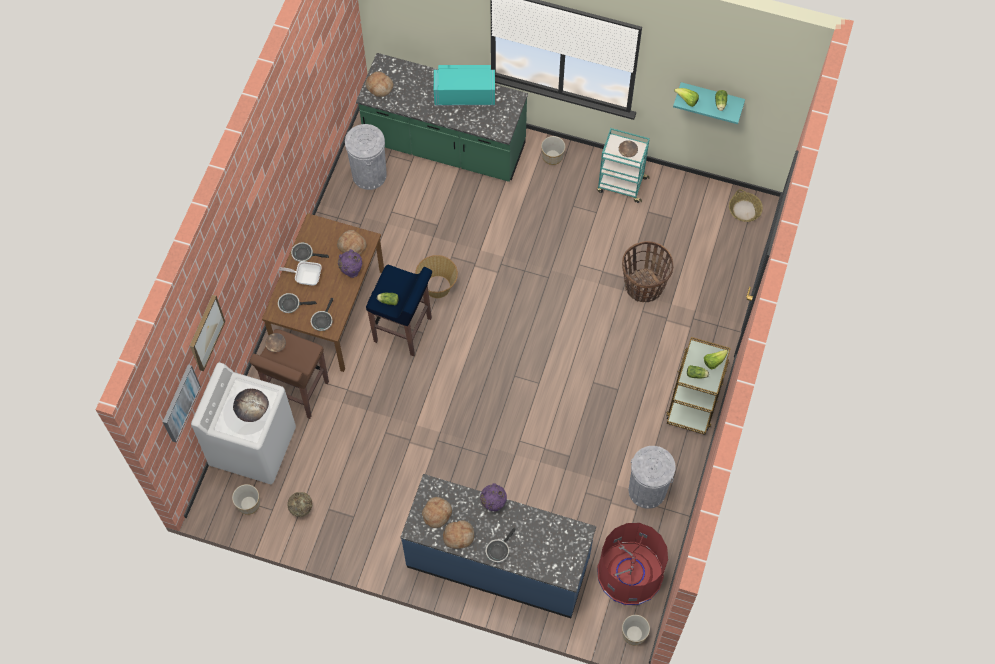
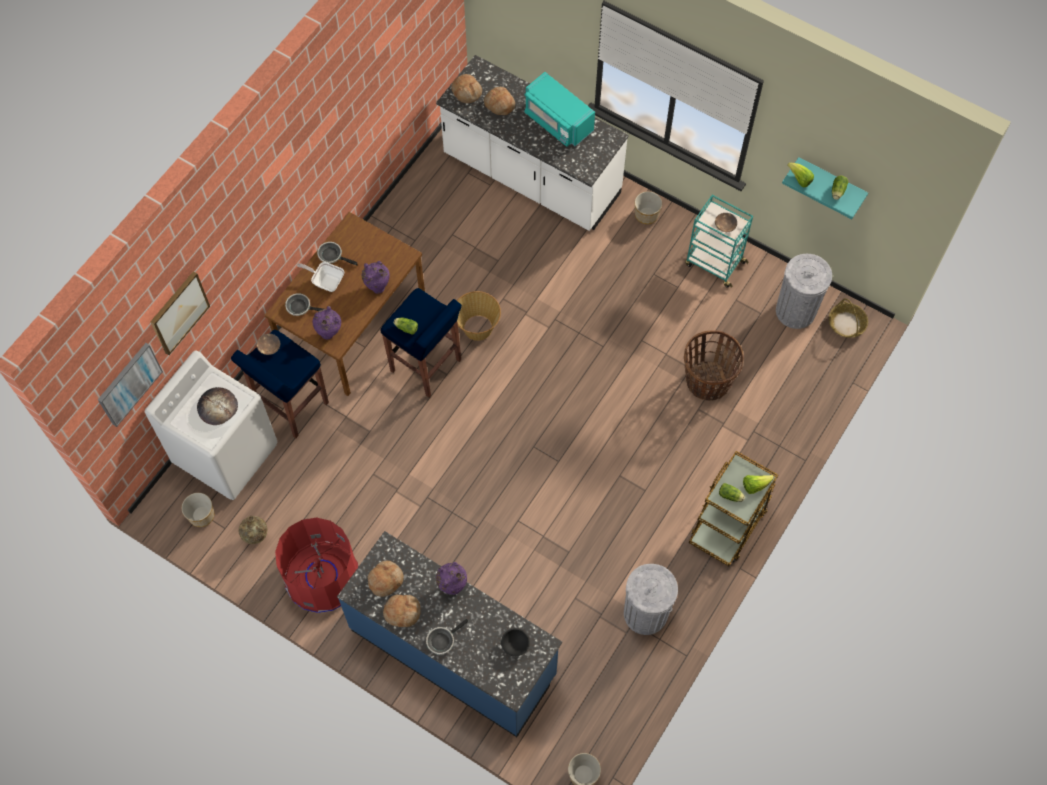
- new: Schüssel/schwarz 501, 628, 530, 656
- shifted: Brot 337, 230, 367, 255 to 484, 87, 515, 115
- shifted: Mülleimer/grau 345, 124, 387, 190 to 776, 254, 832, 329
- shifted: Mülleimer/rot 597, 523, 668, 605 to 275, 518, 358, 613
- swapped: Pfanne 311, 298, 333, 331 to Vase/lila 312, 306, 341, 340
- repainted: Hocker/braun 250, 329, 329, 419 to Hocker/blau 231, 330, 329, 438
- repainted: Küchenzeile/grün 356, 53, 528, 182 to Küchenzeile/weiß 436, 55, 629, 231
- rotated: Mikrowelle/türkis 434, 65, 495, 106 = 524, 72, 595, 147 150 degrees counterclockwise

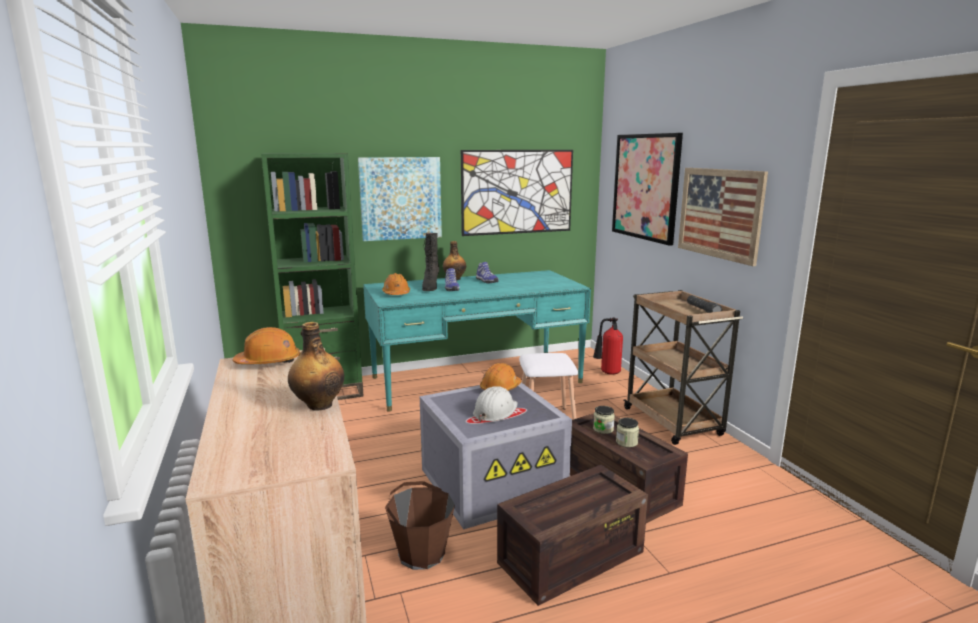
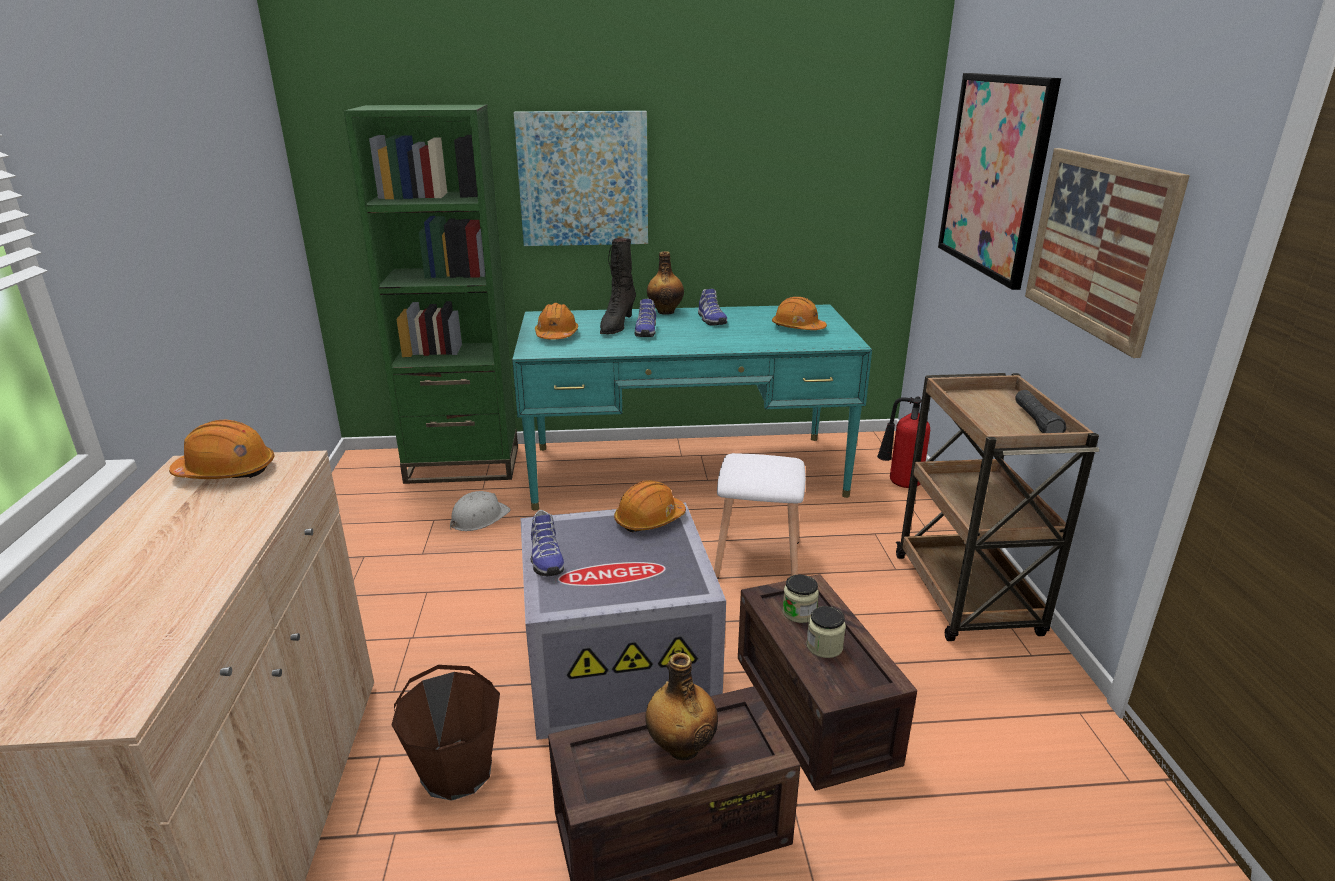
- gone: Bild 461, 150, 573, 236
- new: Schuh 531, 510, 564, 576
- new: Schutzhelm/orange 772, 297, 827, 330
- shifted: Flasche 288, 322, 344, 411 to 645, 653, 718, 760
- shifted: Schutzhelm/weiß 473, 386, 518, 422 to 450, 491, 510, 531

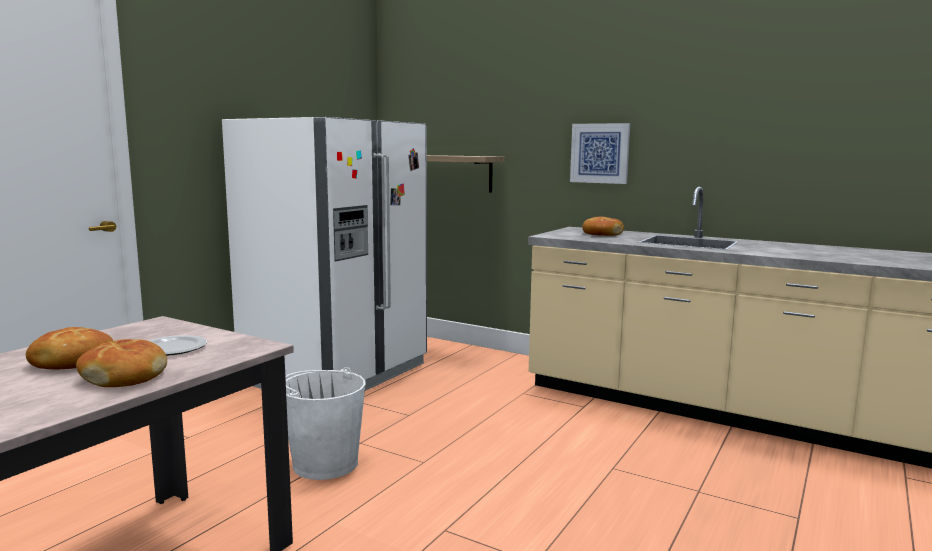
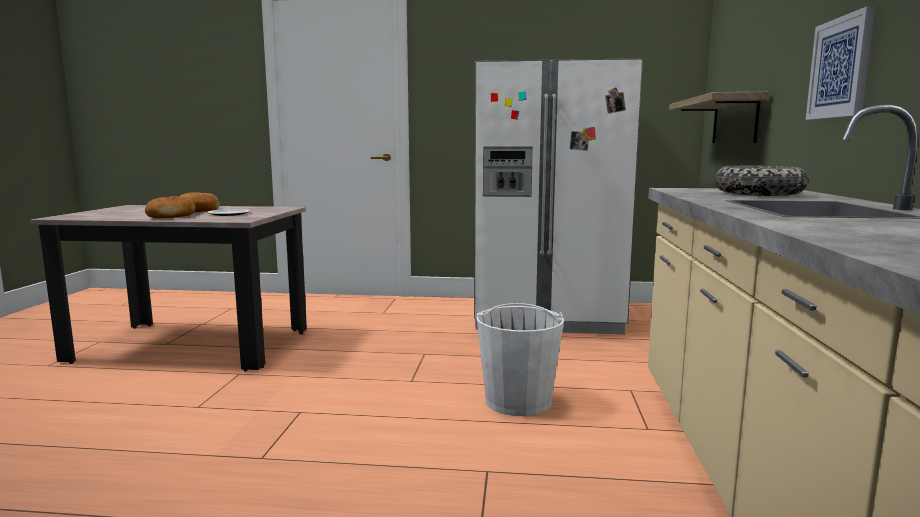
- shifted: Eimer/weiß 285, 367, 365, 480 to 476, 303, 564, 416
- swapped: Brot 582, 217, 624, 236 to Schüssel 715, 165, 808, 196

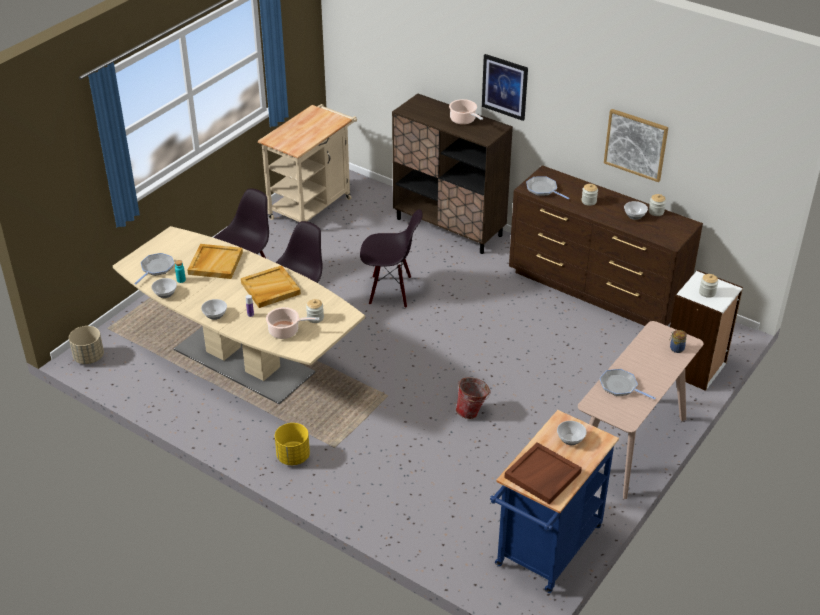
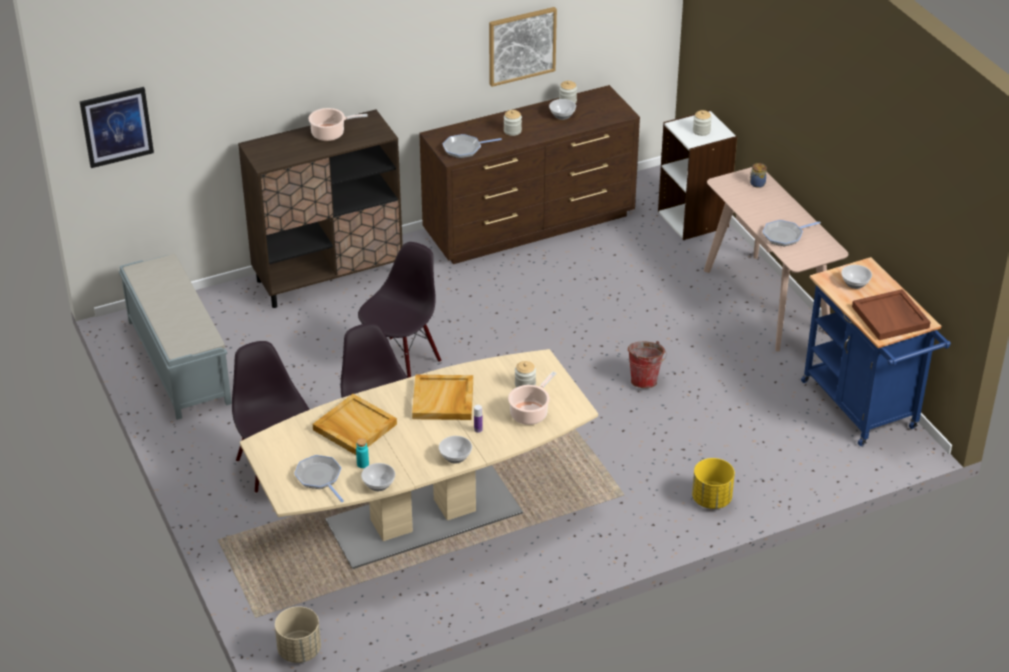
- shifted: Pflanzkübel/gelb 275, 423, 310, 465 to 692, 458, 735, 509
- shifted: Bild 482, 54, 528, 121 to 80, 87, 154, 168
- swapped: Rollwagen/beige 258, 104, 357, 222 to Bank/grau 119, 254, 232, 420

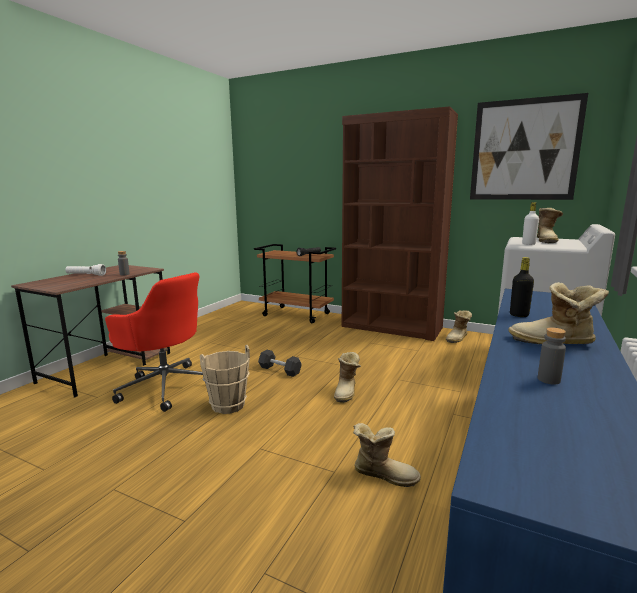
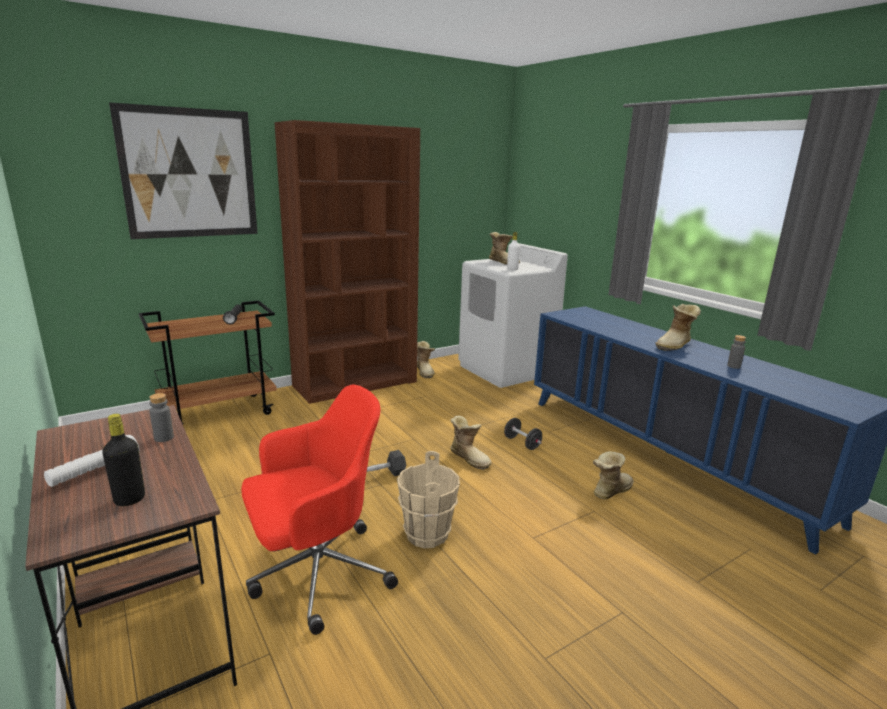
- new: Hantel/schwarz 504, 418, 542, 450
- shifted: Bild 470, 93, 588, 200 to 109, 102, 258, 239
- shifted: Flasche/schwarz 510, 257, 534, 317 to 102, 414, 145, 506

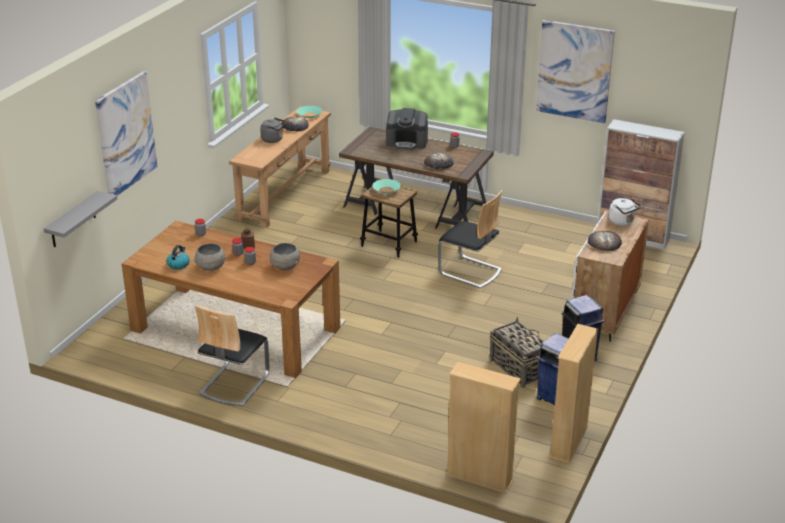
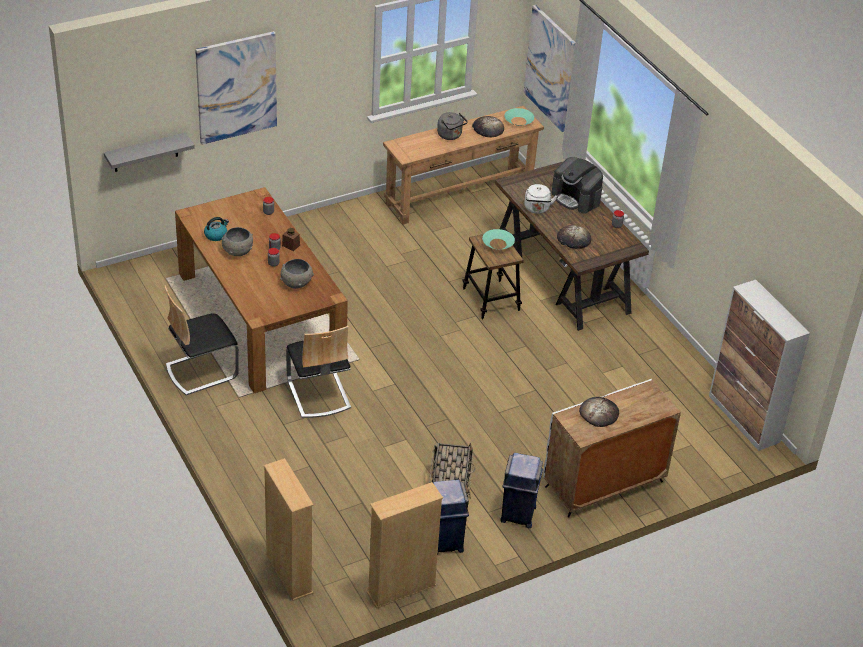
- shifted: Stuhl 438, 190, 502, 288 to 286, 326, 351, 418
- shifted: Bild 536, 20, 615, 123 to 524, 5, 575, 132
- shifted: Wasserkessel/weiß 609, 198, 641, 226 to 524, 184, 557, 214

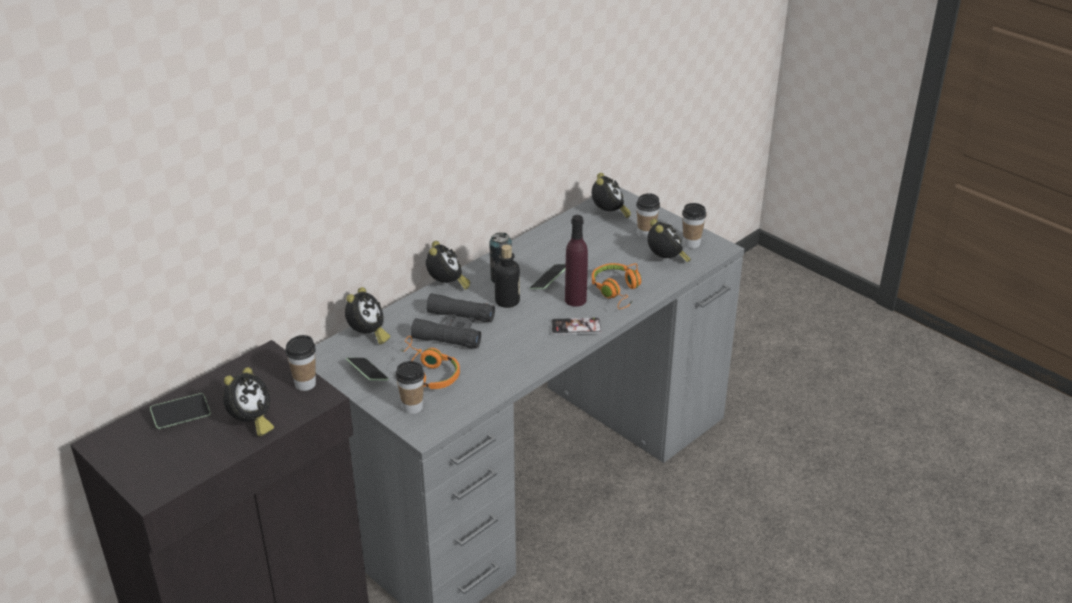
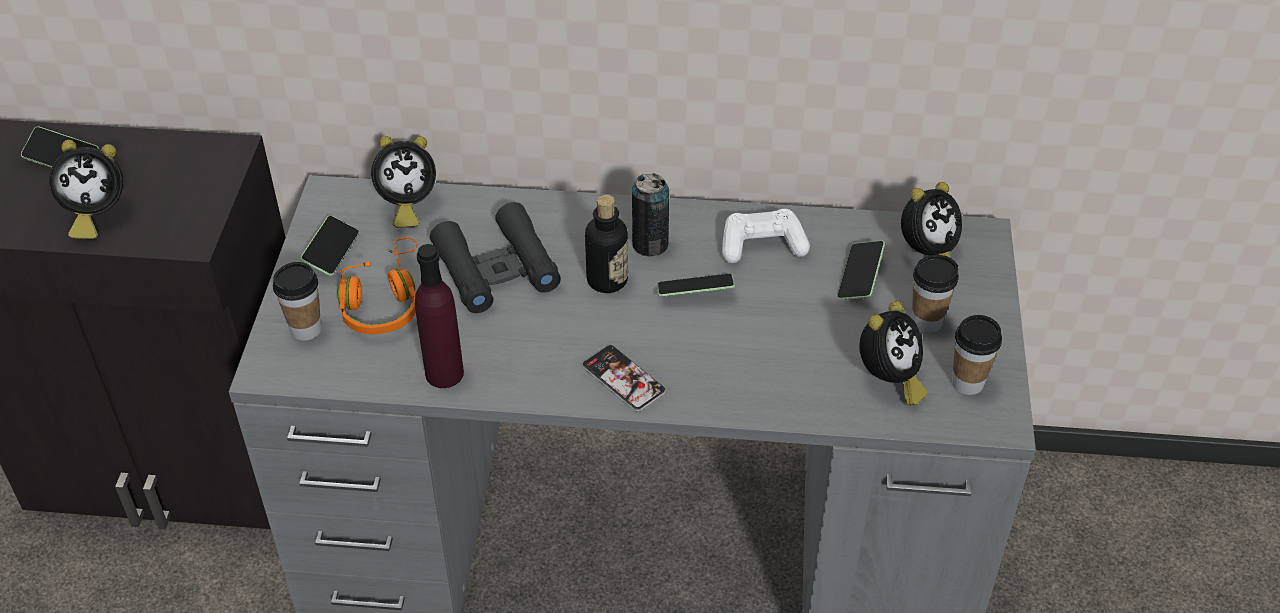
- gone: Tasse 285, 335, 316, 391
- gone: Wecker 426, 241, 470, 290
- gone: Kopfhörer/orange 592, 263, 642, 309
- new: Gamepad/weiß 722, 209, 810, 263
- new: Handy 837, 241, 885, 300
- shifted: Flasche/lila 565, 215, 588, 307 to 415, 244, 464, 388

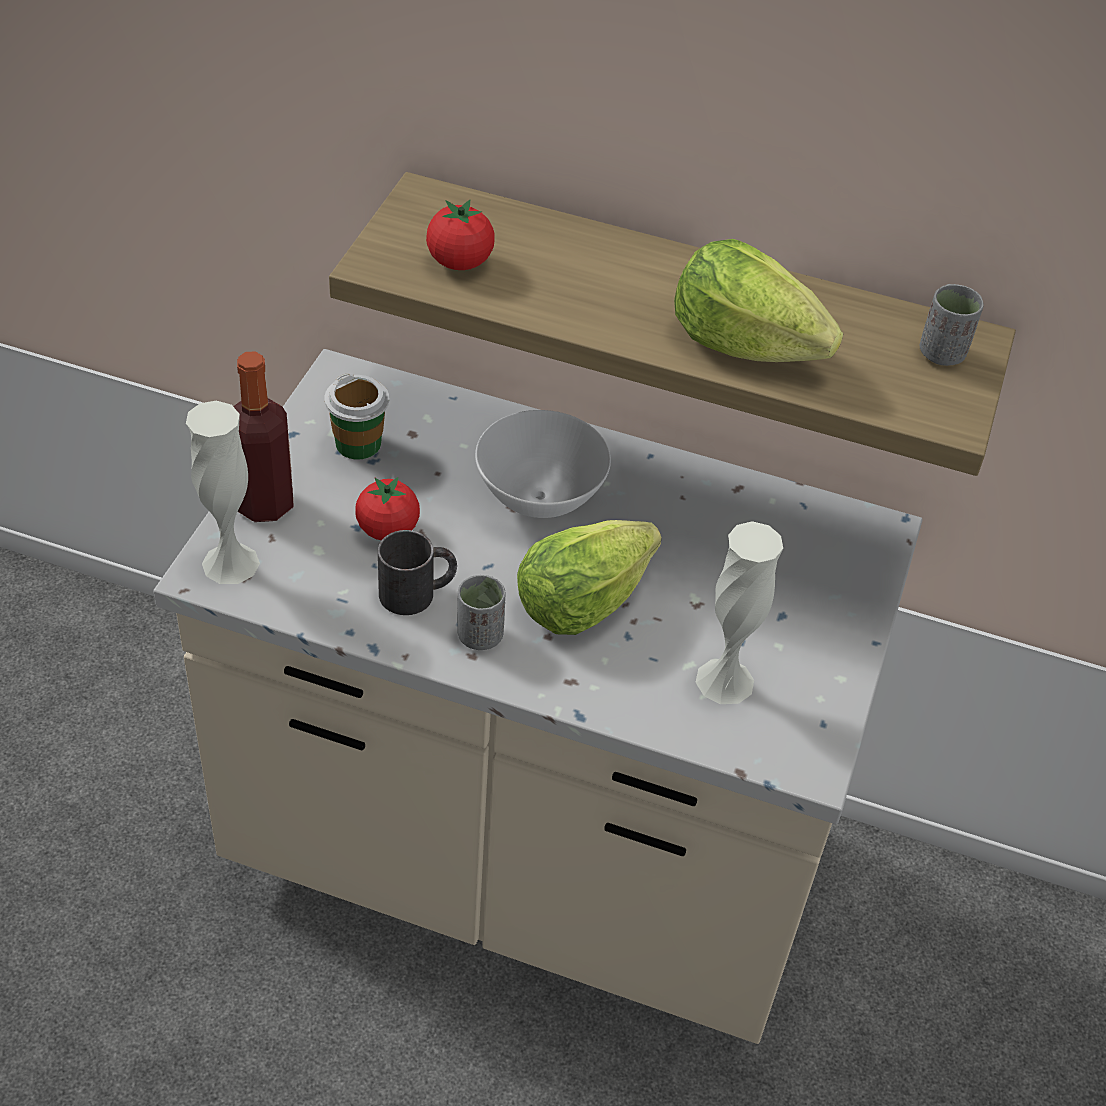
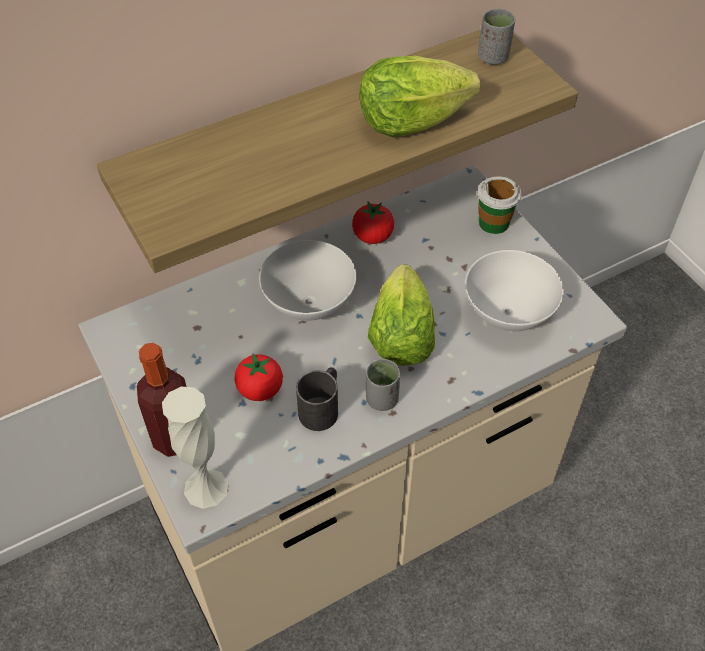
- shifted: Tasse 325, 373, 389, 460 to 477, 176, 522, 234
- shifted: Tomate 426, 200, 495, 270 to 352, 201, 394, 244
- swapped: Vase/weiß 695, 521, 783, 704 to Schüssel/weiß 465, 250, 564, 331

